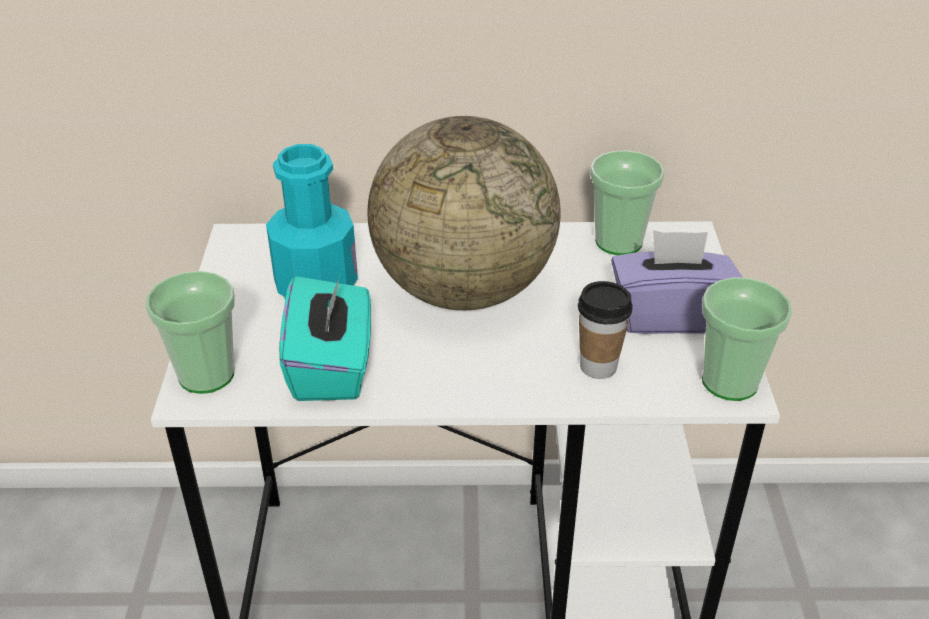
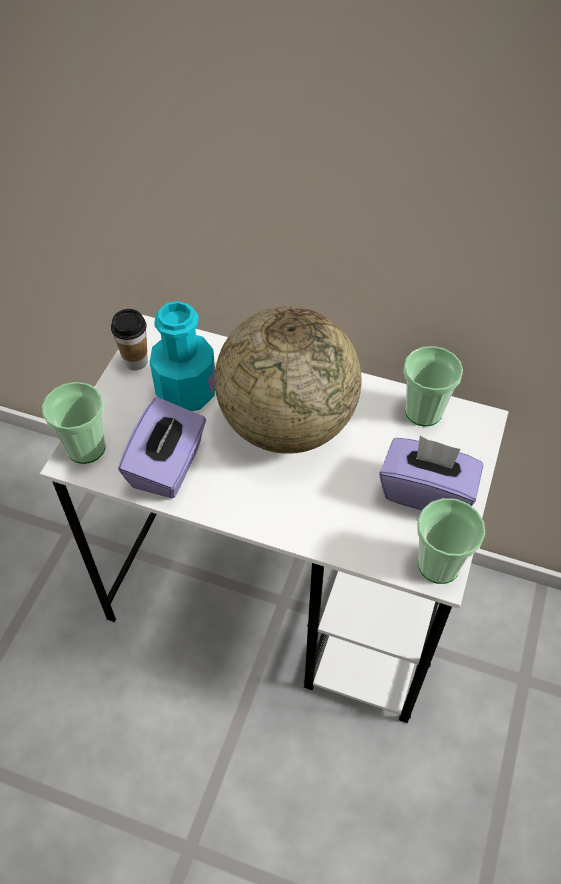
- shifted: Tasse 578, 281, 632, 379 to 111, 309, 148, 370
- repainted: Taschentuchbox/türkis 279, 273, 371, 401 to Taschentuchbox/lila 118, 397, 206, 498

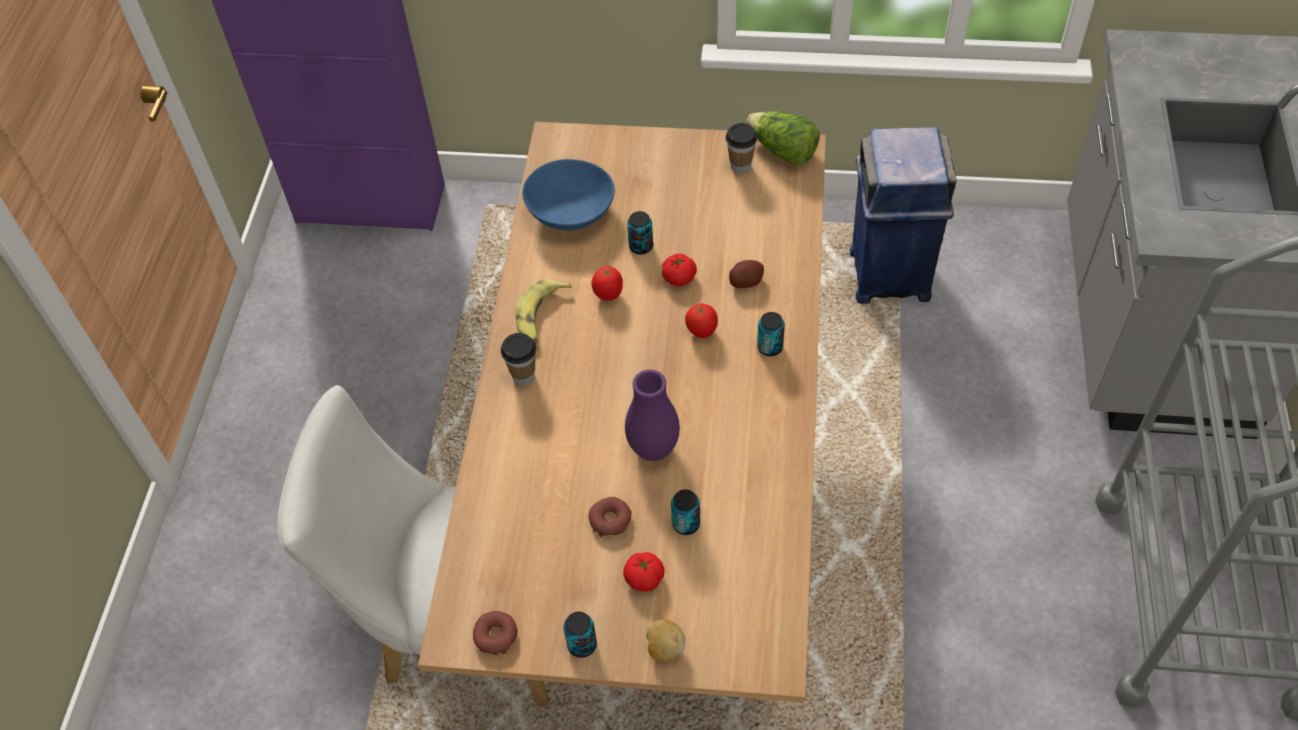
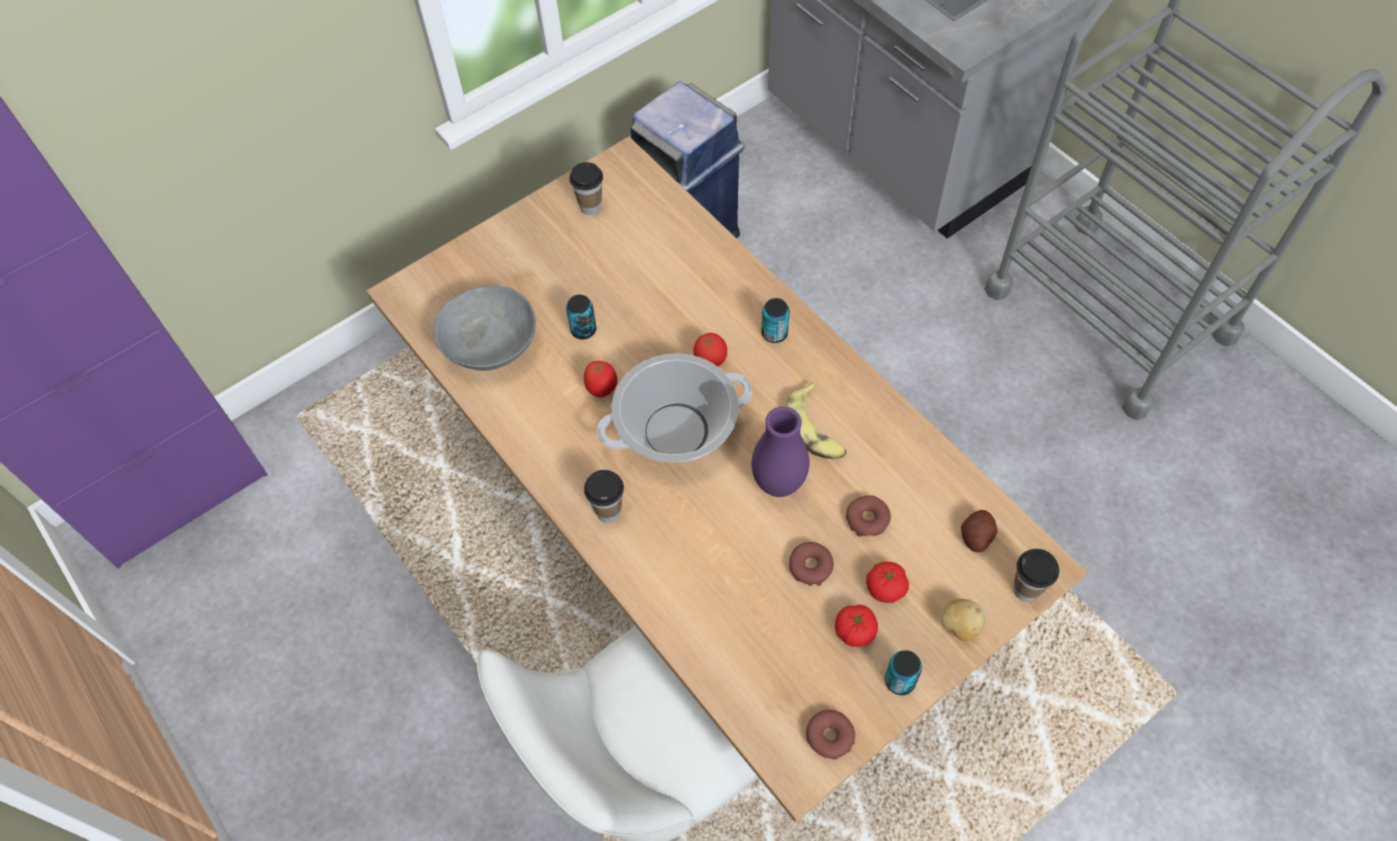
- gone: Salatkopf 747, 111, 820, 165
- new: Kochtopf 597, 353, 752, 463
- new: Tasse 1013, 549, 1059, 602
- shifted: Banane 516, 279, 572, 344 to 786, 383, 847, 459
- shifted: Tomate 662, 254, 697, 286 to 835, 604, 878, 647
- shifted: Kartoffel 729, 260, 764, 288 to 961, 510, 998, 553
- swapped: Dose 671, 489, 700, 535 to Donut 846, 495, 891, 537
- repainted: Schüssel/blau 522, 159, 615, 231 to Schüssel/grau 434, 285, 536, 371

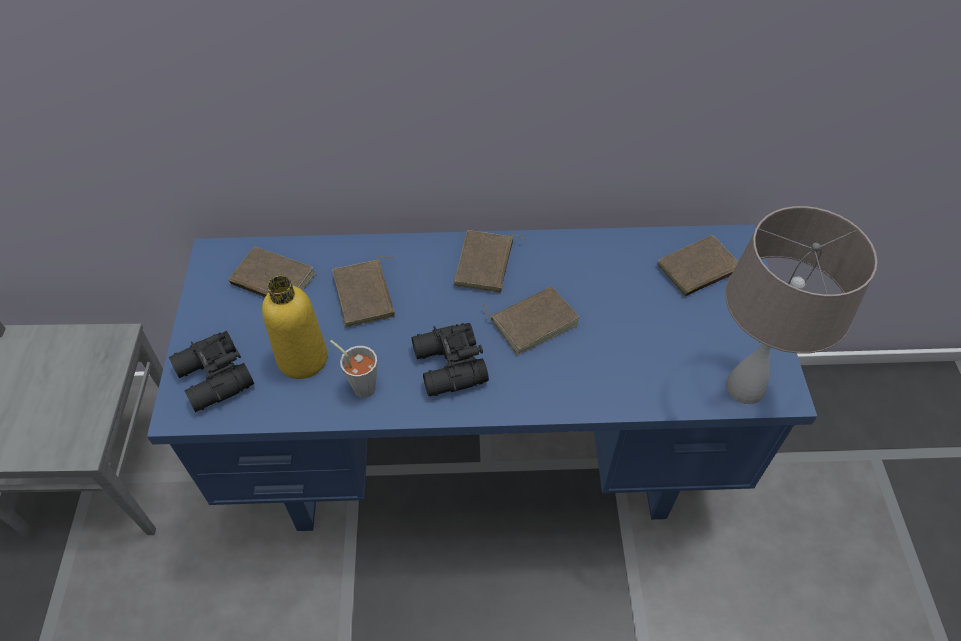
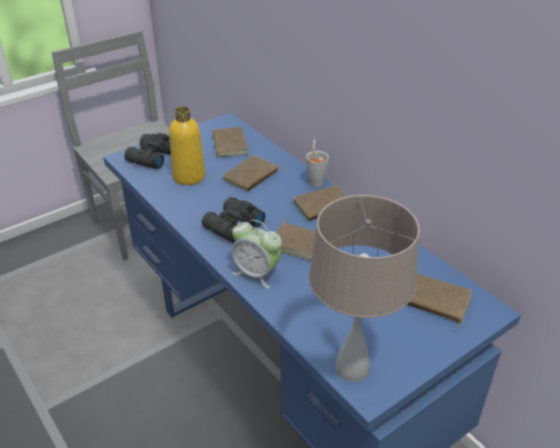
- new: Wecker 232, 220, 282, 289
- shifted: Tasse/grau 330, 340, 377, 398 to 306, 139, 329, 187

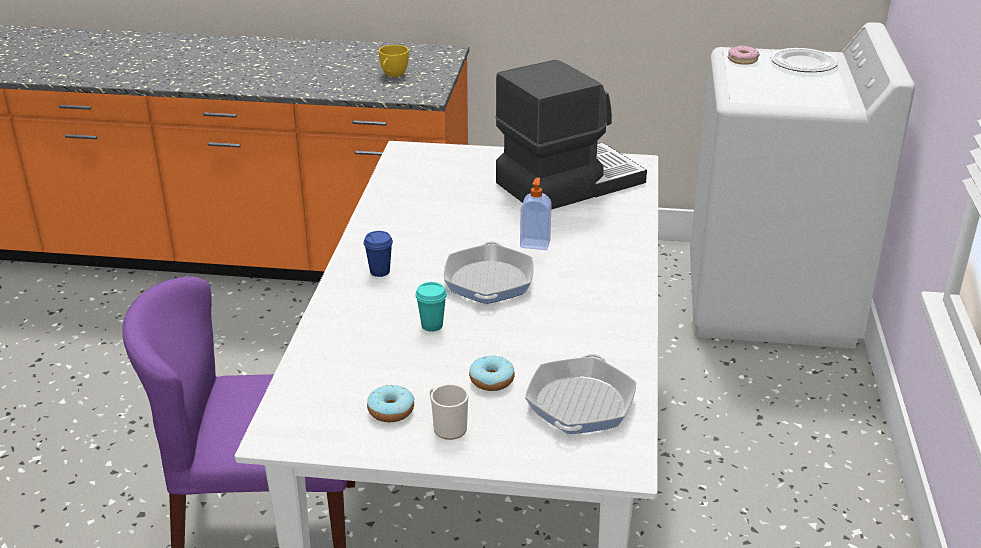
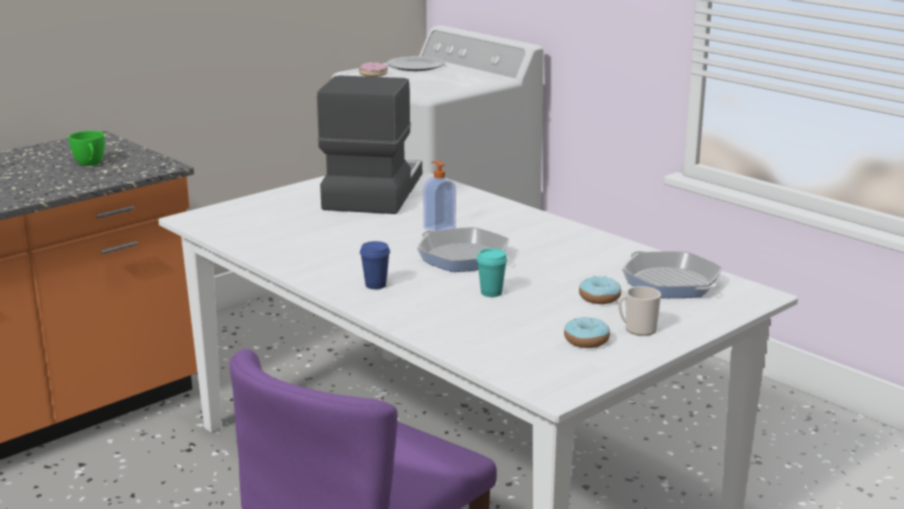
- repainted: Tasse/gelb 379, 45, 409, 77 to Tasse/grün 69, 131, 105, 166

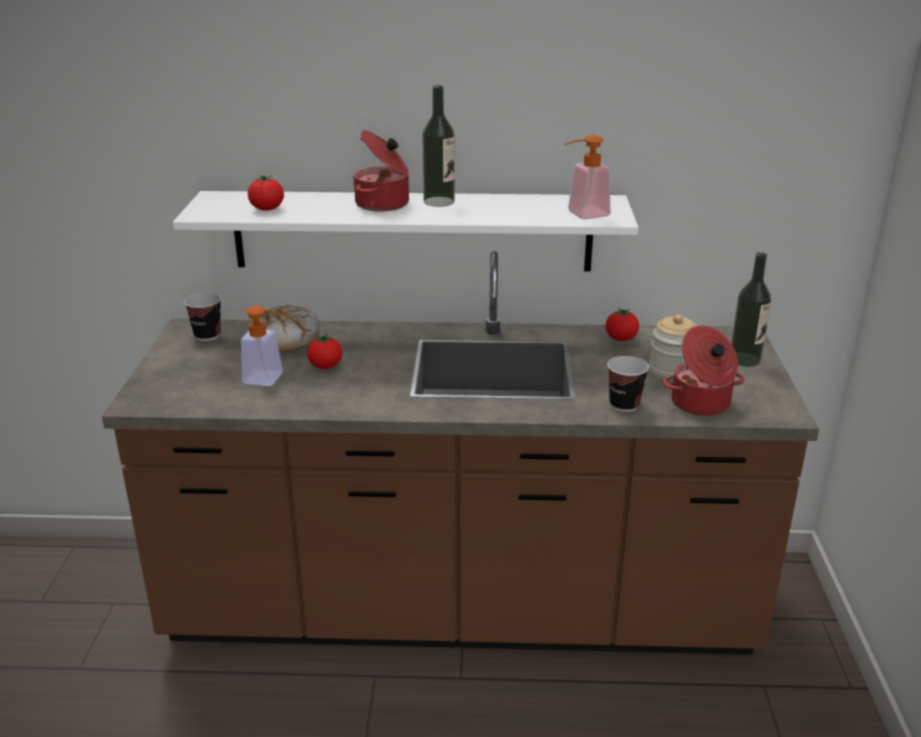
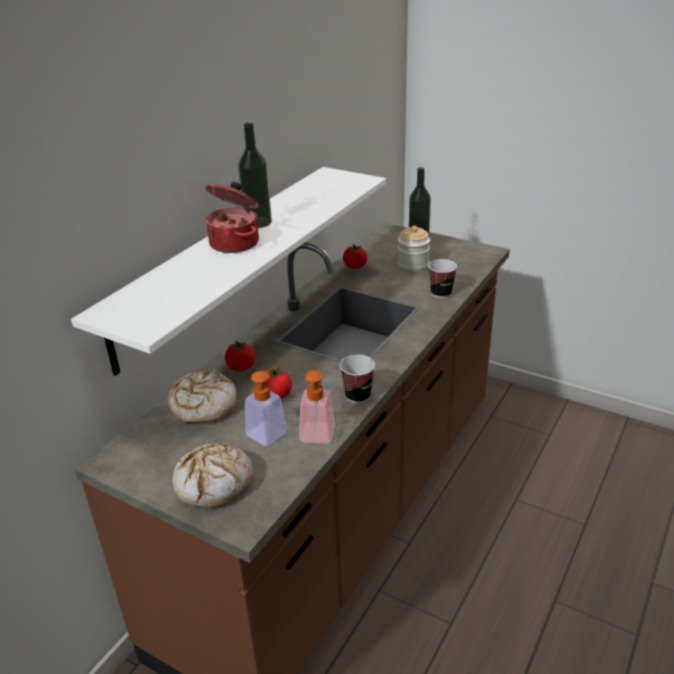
- gone: Kochtopf 663, 325, 744, 416
- new: Brot 172, 443, 253, 508
- shifted: Tasse 184, 293, 221, 341 to 340, 355, 375, 403
- shifted: Tomate 248, 175, 284, 211 to 225, 341, 255, 371
- shifted: Seifenspender 564, 135, 611, 220 to 300, 370, 335, 444

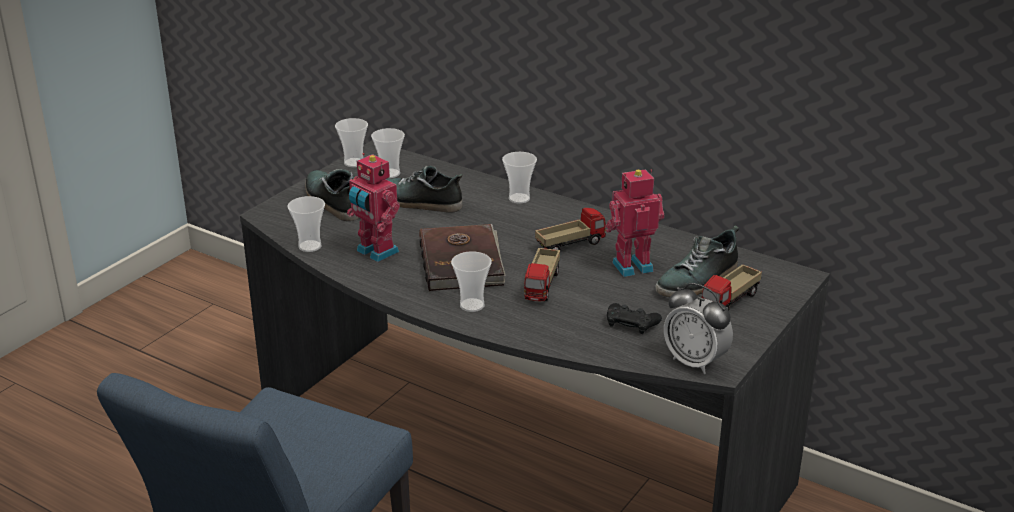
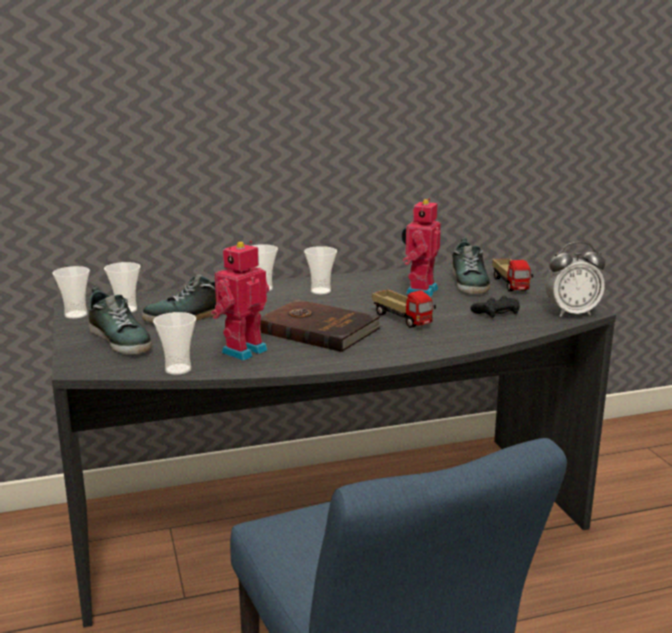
- gone: Spielzeuglaster 535, 208, 606, 250
- shifted: Tasse 451, 252, 492, 312 to 304, 246, 337, 294
- rotated: Schuh 305, 169, 360, 221 = 89, 287, 152, 354 135 degrees counterclockwise
- rotated: Spielzeugroboter 347, 153, 400, 262 = 211, 241, 269, 361 135 degrees clockwise

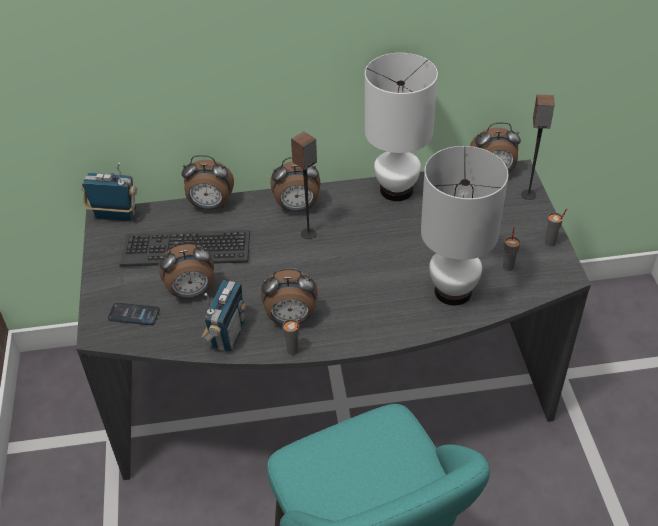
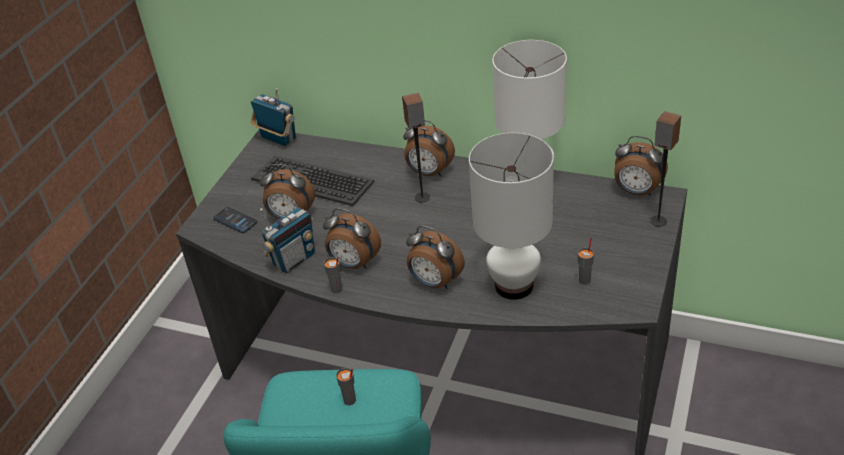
- shifted: Wecker 182, 155, 234, 210 to 406, 226, 465, 289
- shifted: Tasse/grau 545, 209, 567, 246 to 336, 368, 356, 405

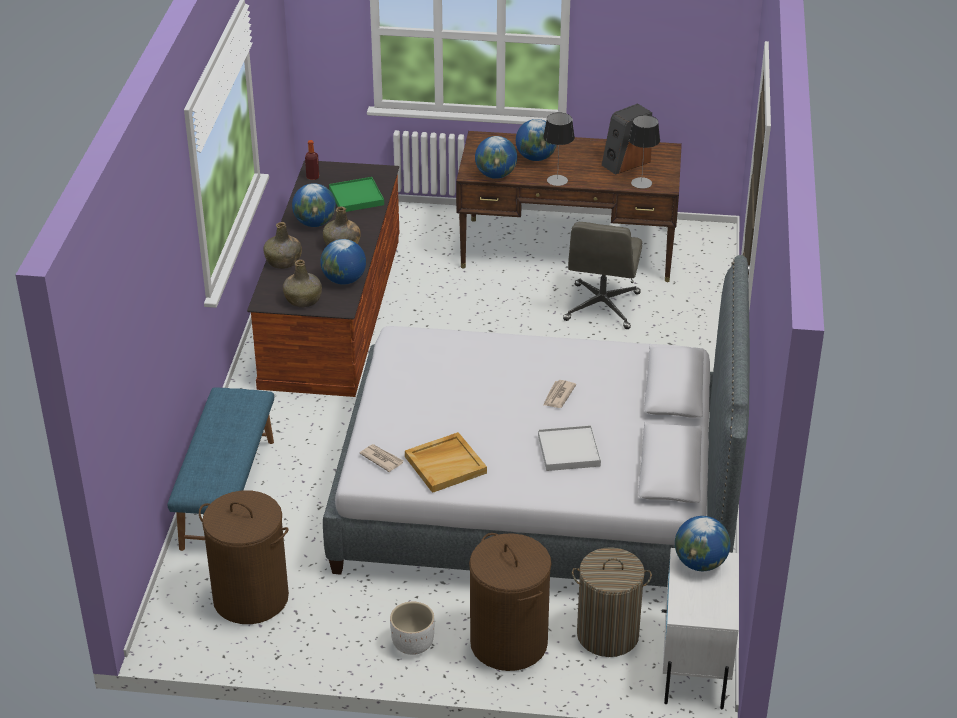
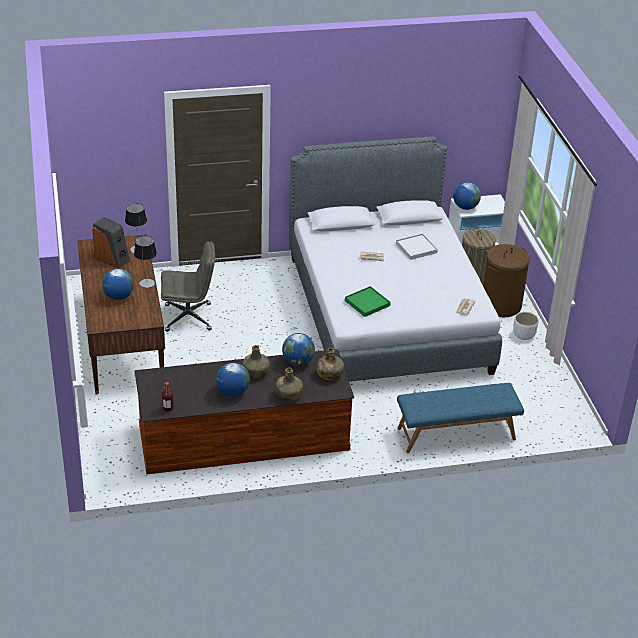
- gone: Wäschekorb/braun 199, 490, 289, 624
- gone: Tablett/beige 405, 432, 487, 493
- gone: Globus 475, 136, 517, 179
- shifted: Tablett/grün 329, 177, 384, 212 to 345, 286, 391, 317

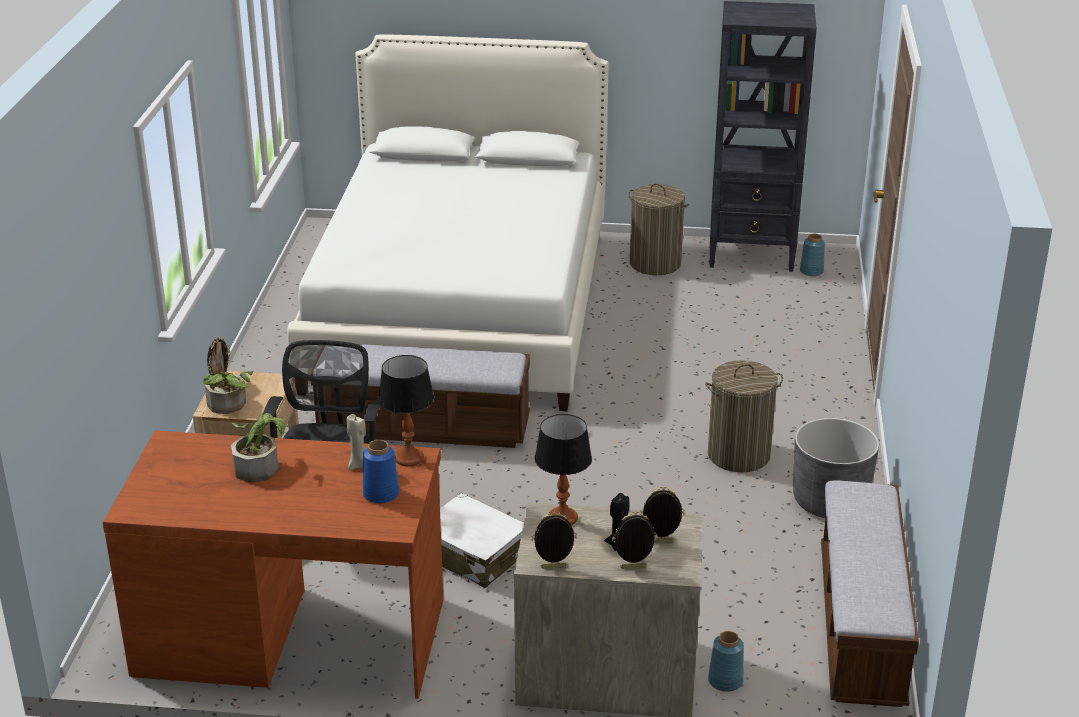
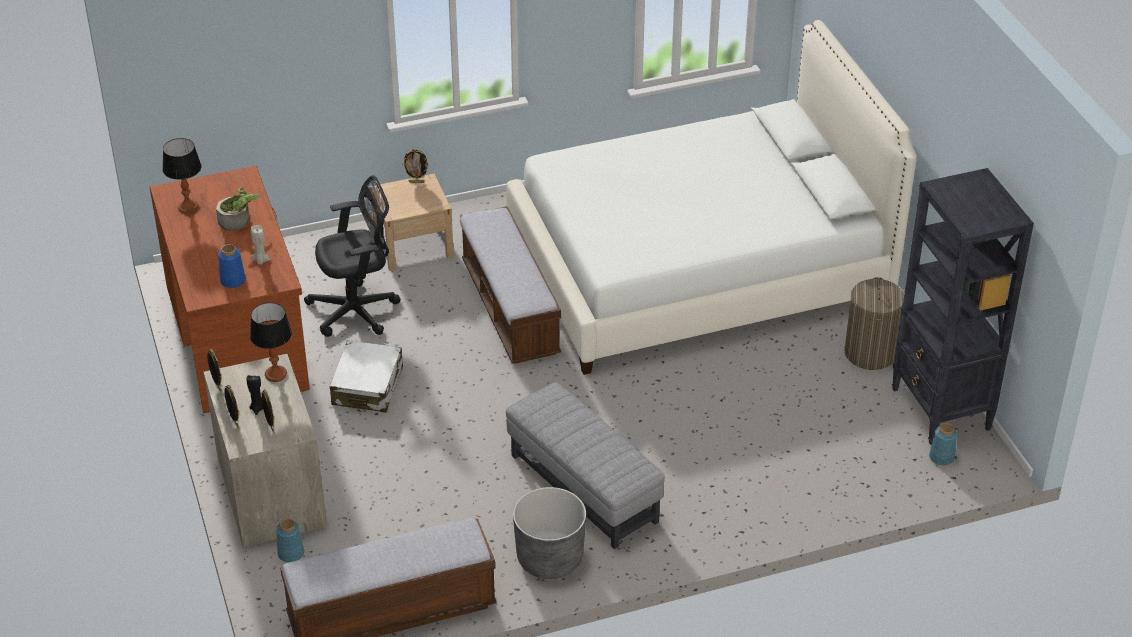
- gone: Topfpflanze 203, 371, 253, 414
- shifted: Tischlampe 378, 355, 434, 467 to 163, 138, 201, 214
- swapped: Wäschekorb 705, 360, 783, 473 to Polsterhocker/grau 506, 382, 665, 549

